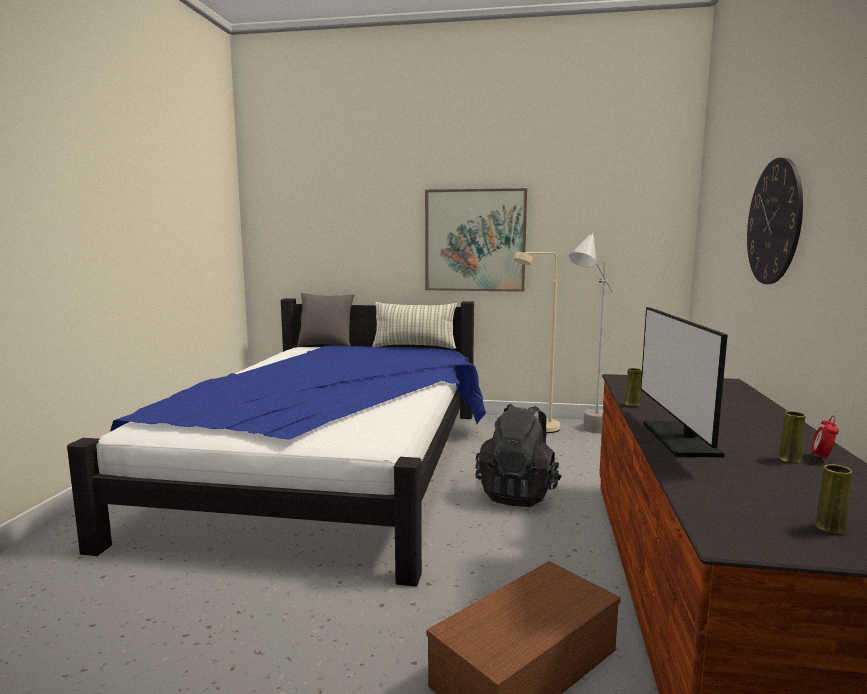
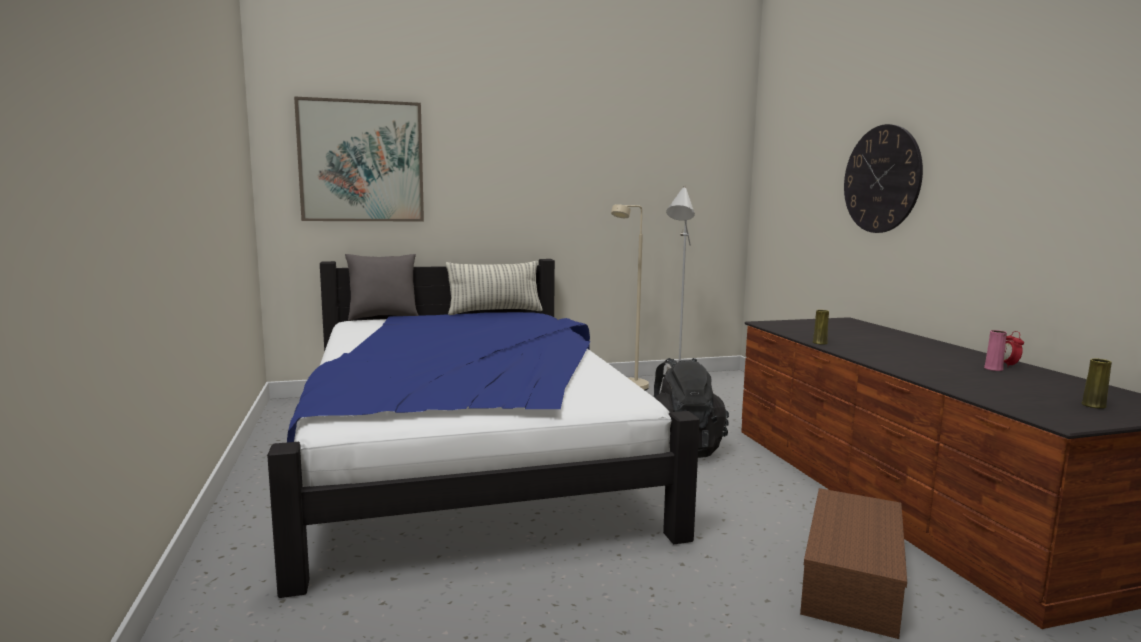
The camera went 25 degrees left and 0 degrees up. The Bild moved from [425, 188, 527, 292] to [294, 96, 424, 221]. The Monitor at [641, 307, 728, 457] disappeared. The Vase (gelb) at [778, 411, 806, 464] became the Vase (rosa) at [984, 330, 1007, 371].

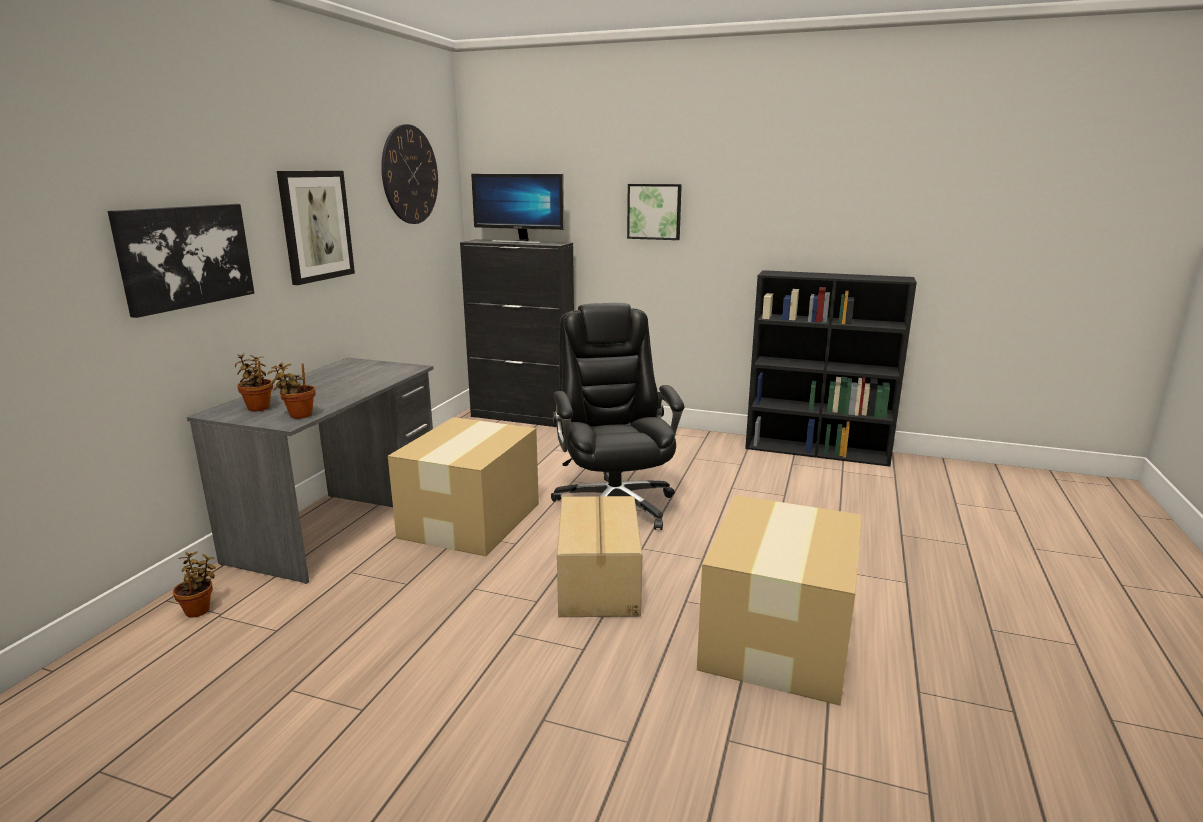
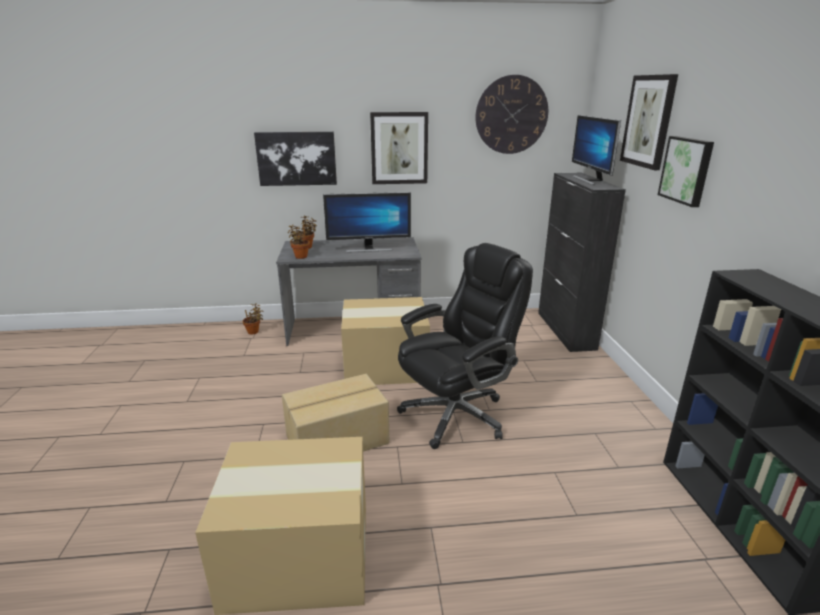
The camera went 65 degrees right and 5 degrees up. The Bild at [620, 74, 678, 170] appeared. The Monitor at [323, 192, 411, 252] appeared.

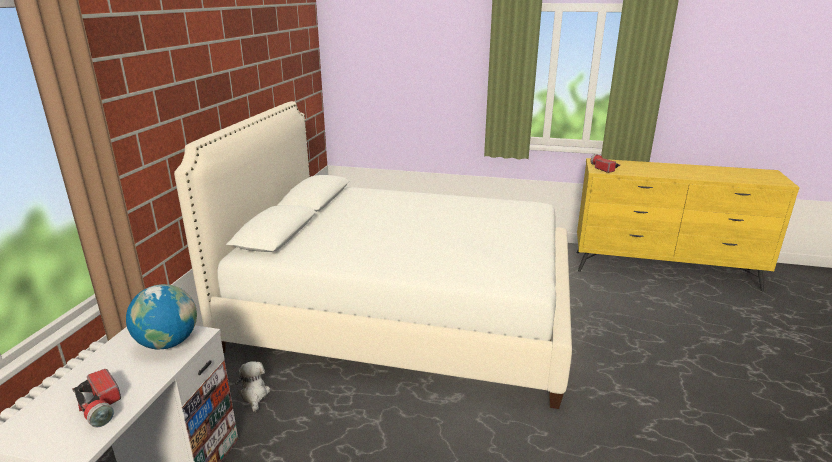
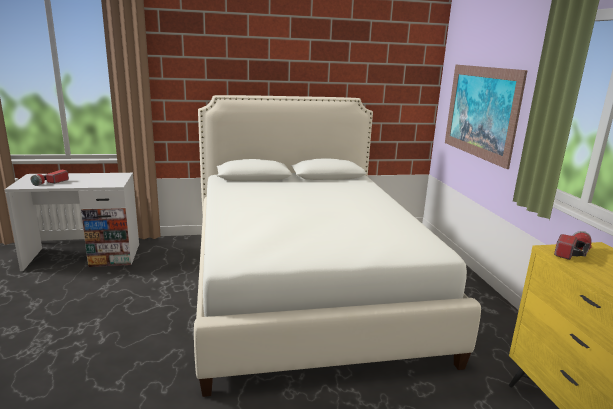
The camera went 65 degrees right and 5 degrees down. The Globus at [126, 284, 197, 350] disappeared. The Plüschtier at [235, 361, 270, 412] disappeared. The Bild at [445, 65, 528, 169] appeared.

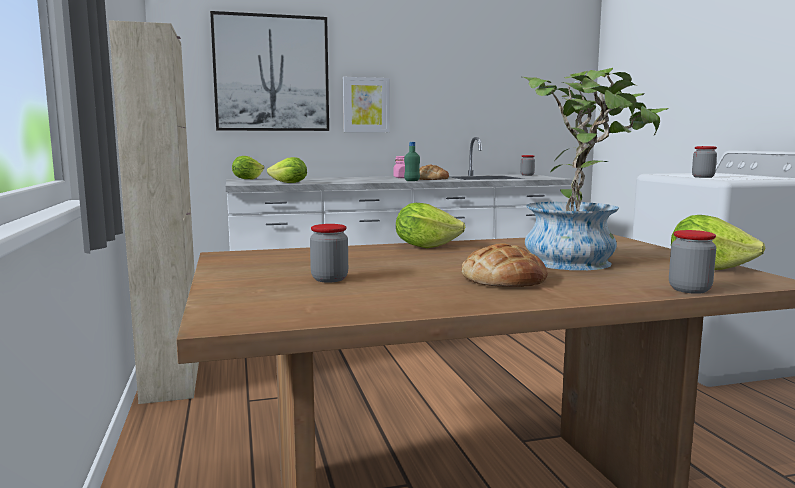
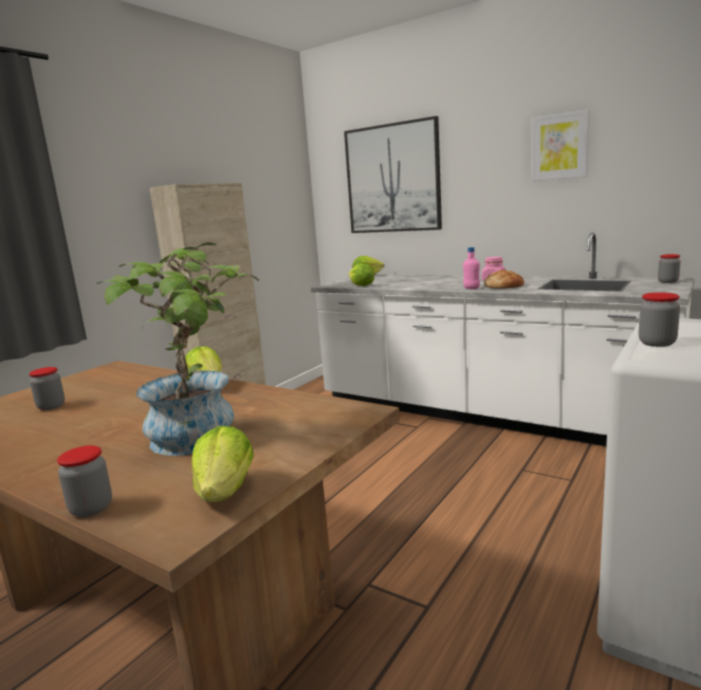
The camera went 50 degrees right and 5 degrees up. The Bild moved from [343, 77, 390, 132] to [531, 109, 589, 181]. The Flasche (grün) at [404, 142, 420, 181] became the Flasche (rosa) at [463, 247, 480, 289]. The Brot at [461, 243, 548, 287] disappeared.

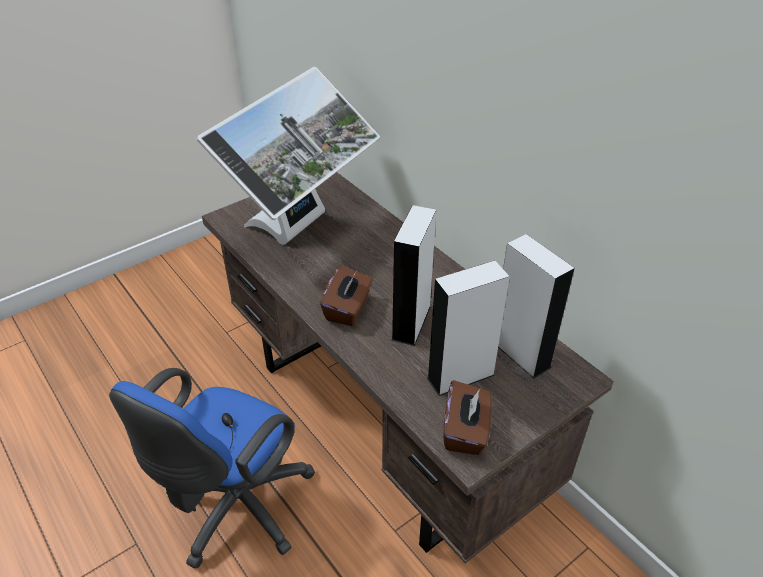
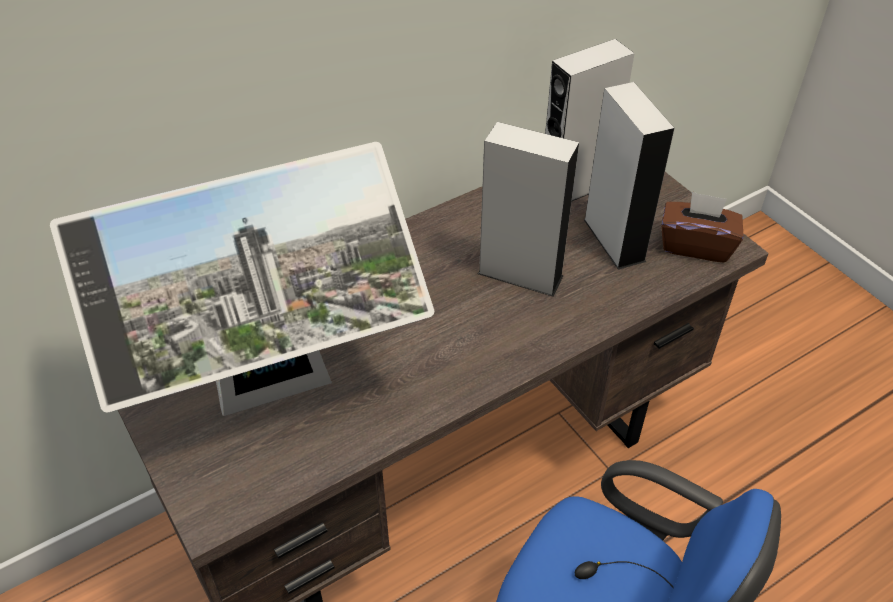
The camera went 85 degrees left and 5 degrees up. The Monitor at [197, 67, 380, 245] turned 120 degrees clockwise. The Taschentuchbox (braun) at [320, 266, 373, 326] disappeared.

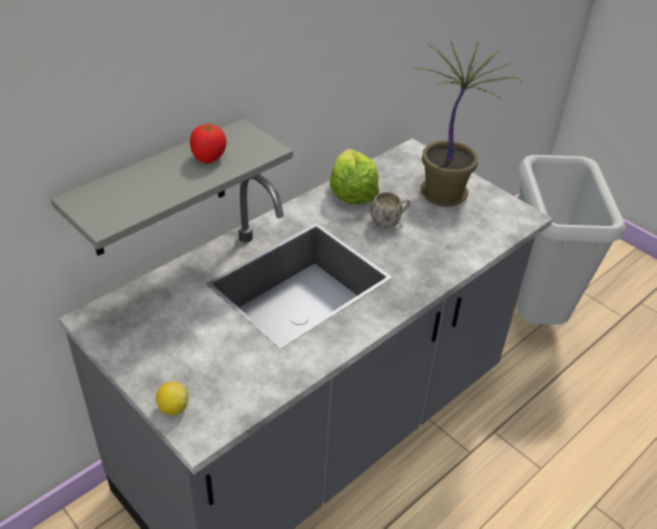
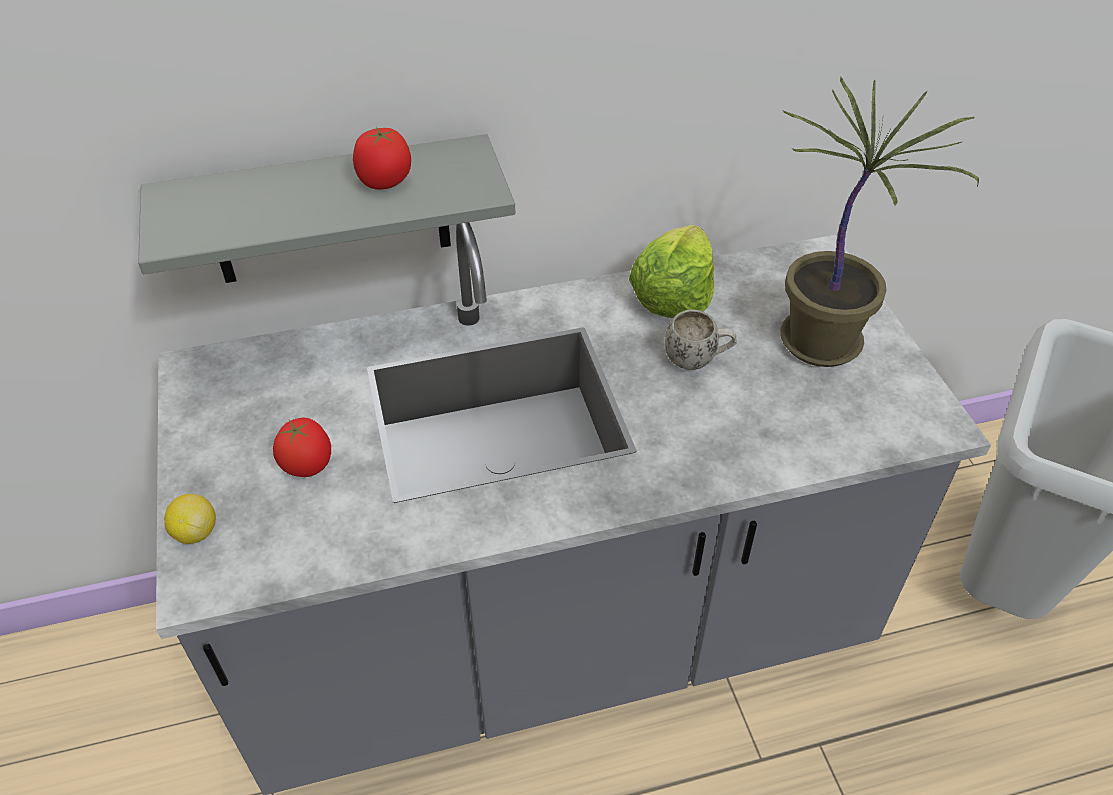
The camera went 30 degrees right and 5 degrees up. The Tomate at [273, 418, 331, 477] appeared.

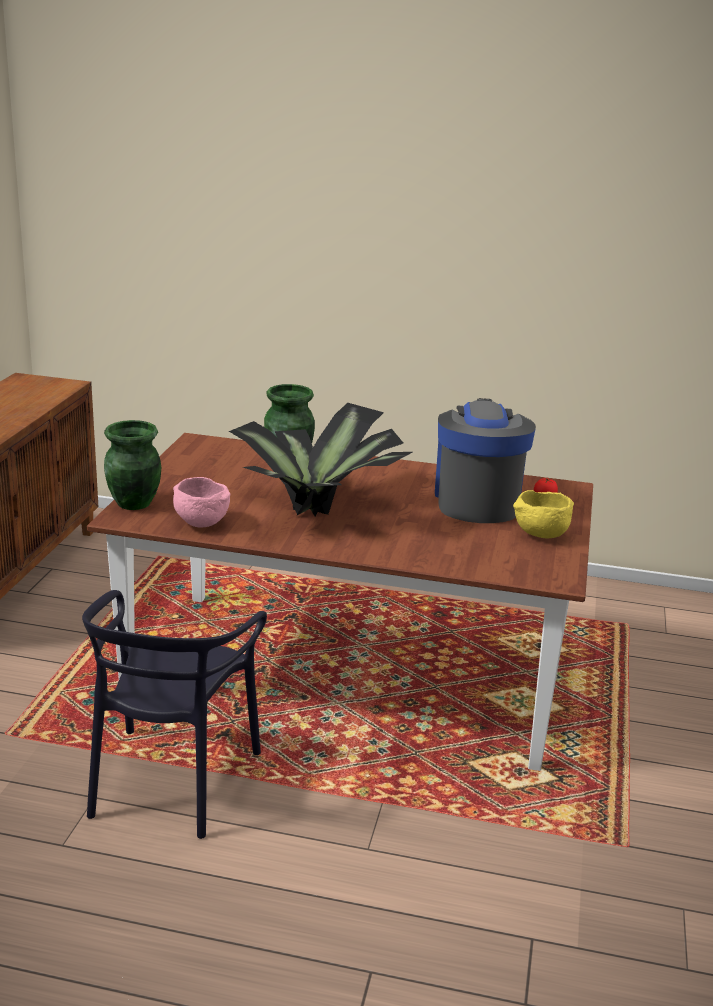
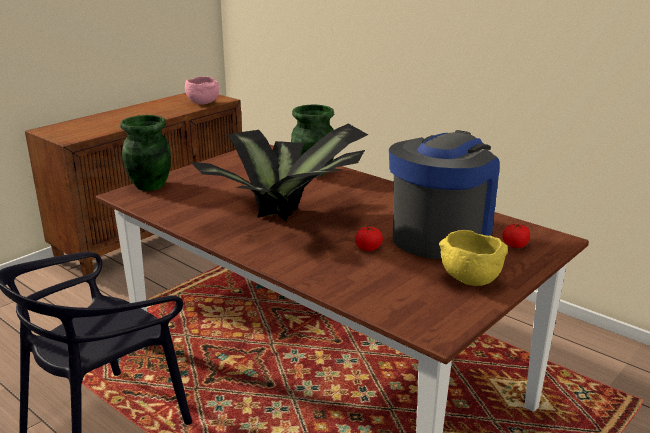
The camera went 30 degrees right and 0 degrees up. The Schüssel (rosa) moved from [173, 477, 231, 528] to [185, 77, 220, 105]. The Tomate at [355, 227, 383, 251] appeared.

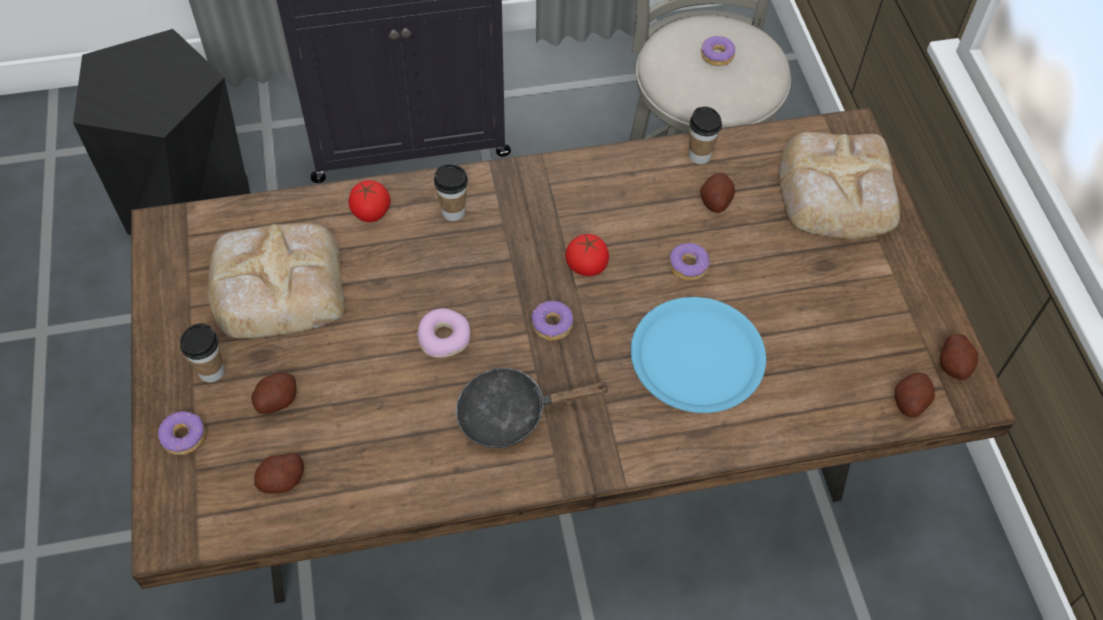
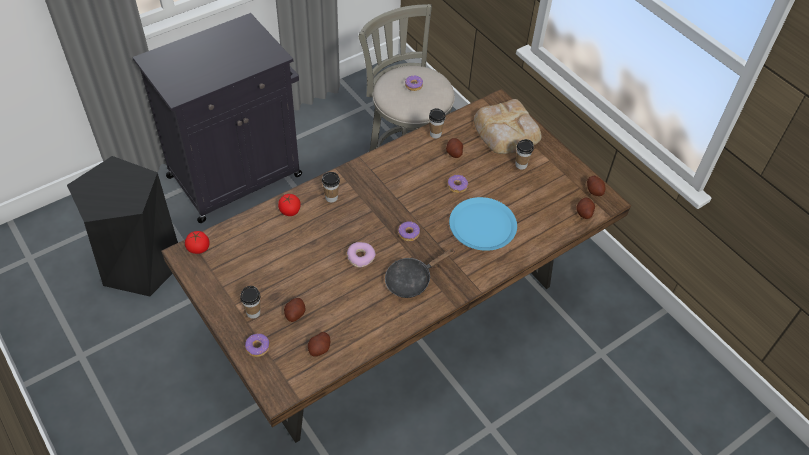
The camera went 25 degrees left and 5 degrees down. The Brot at [207, 223, 345, 339] disappeared. The Tomate moved from [565, 234, 609, 276] to [185, 231, 210, 254]. The Tasse at [515, 139, 534, 170] appeared.

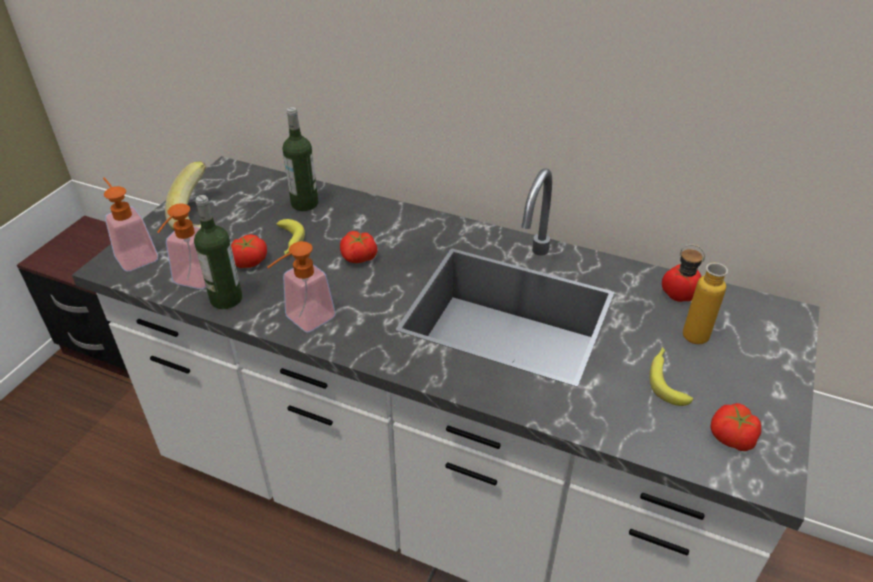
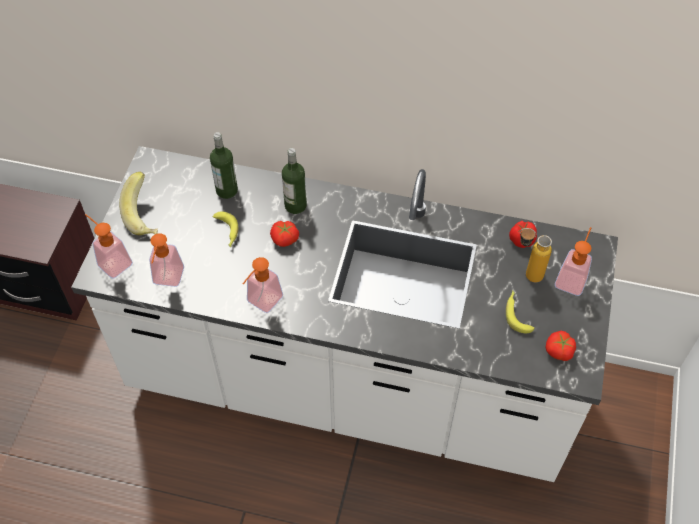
The camera went 10 degrees left and 15 degrees up. The Flasche moved from [194, 195, 242, 309] to [282, 148, 307, 214]. The Tomate at [231, 234, 267, 268] disappeared. The Seifenspender at [555, 227, 592, 296] appeared.

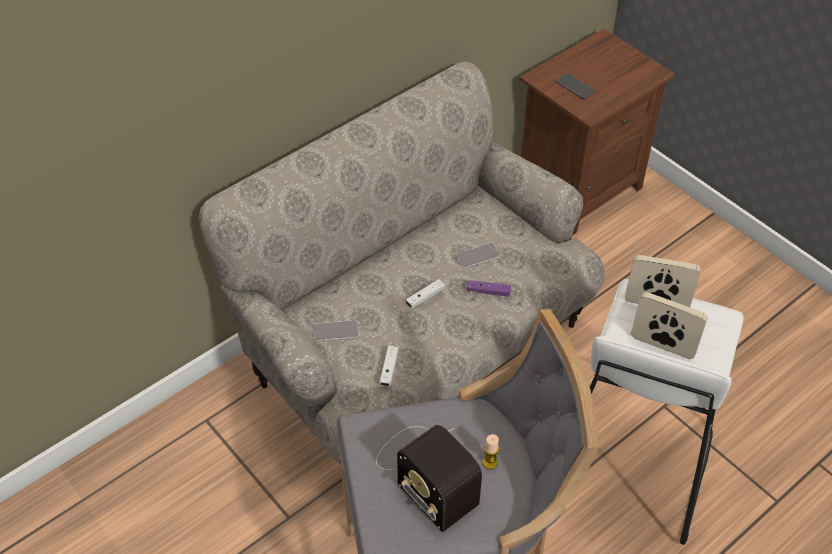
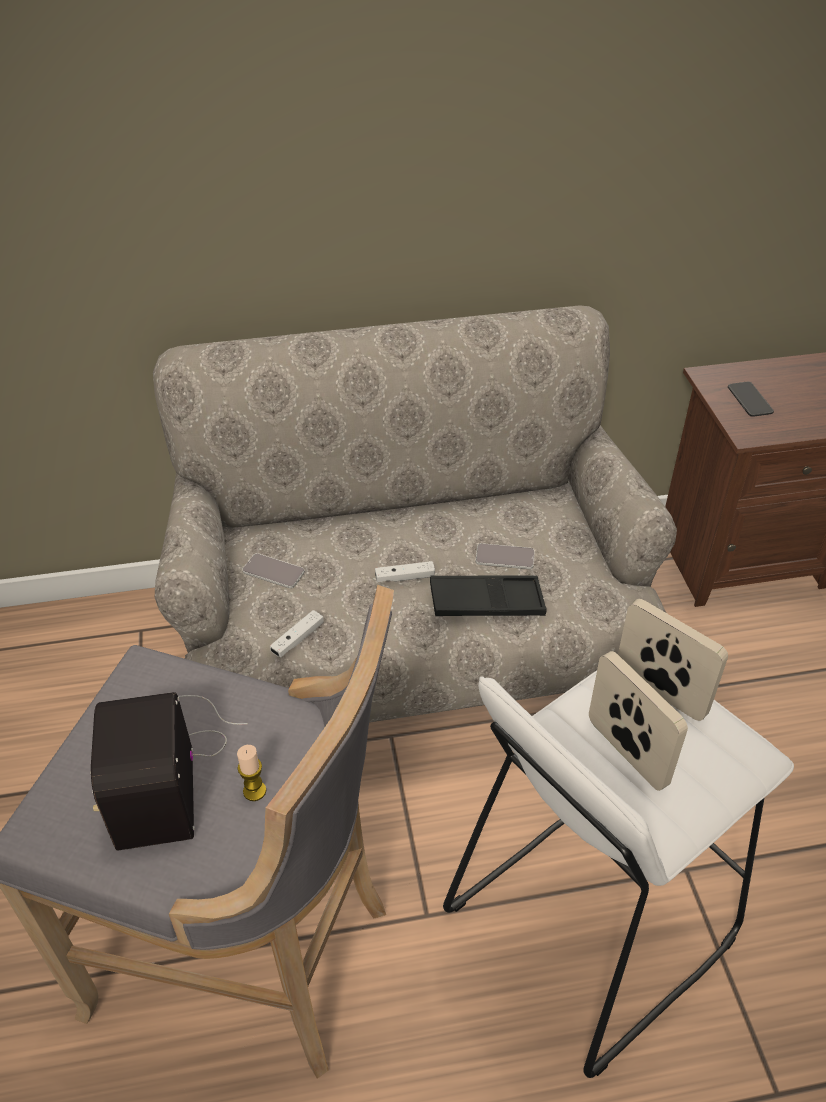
The camera went 30 degrees right and 5 degrees down. The Gamepad (lila) at [467, 280, 511, 297] was replaced by the Tablett (schwarz) at [430, 575, 547, 616].

